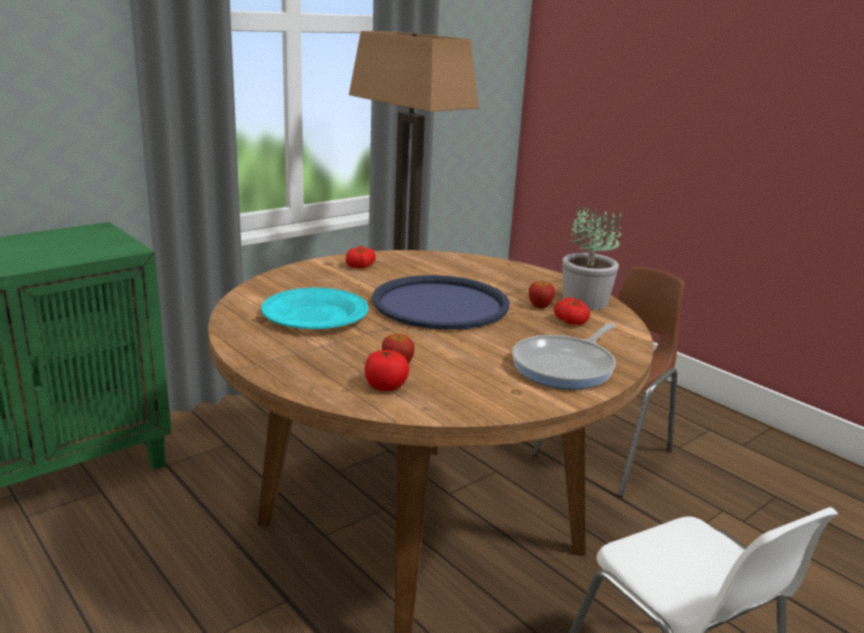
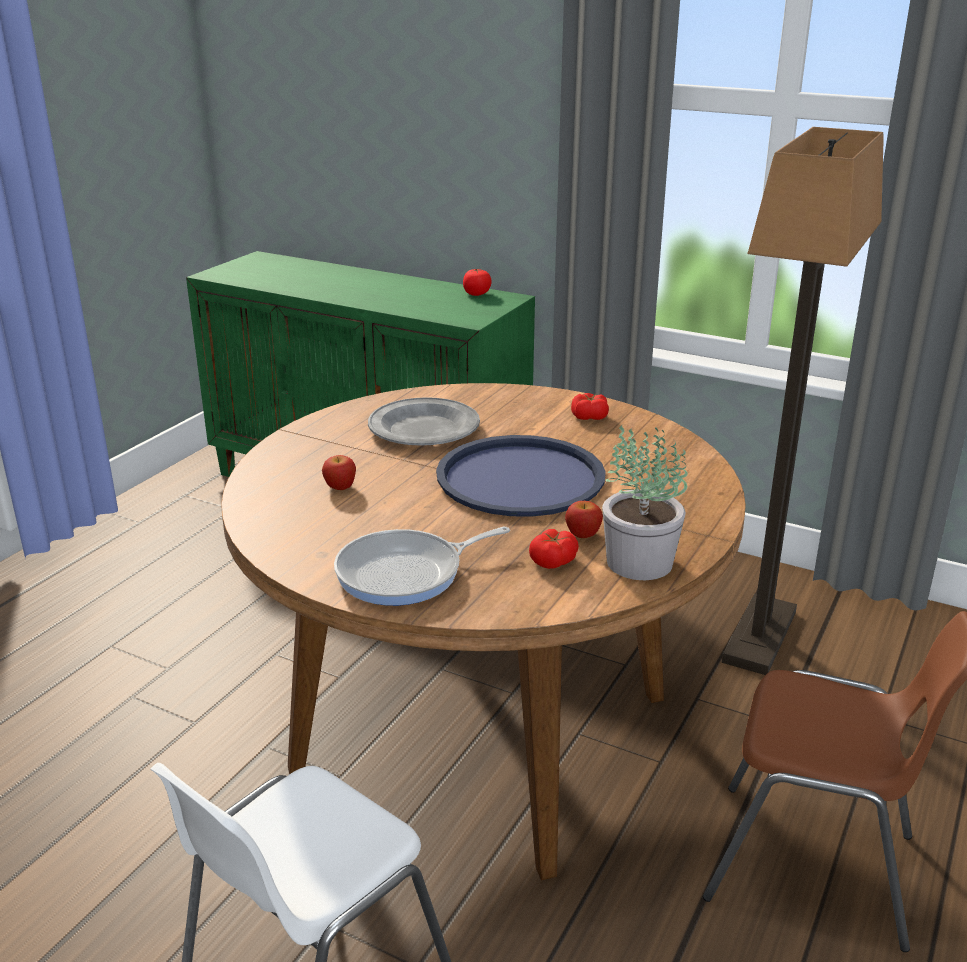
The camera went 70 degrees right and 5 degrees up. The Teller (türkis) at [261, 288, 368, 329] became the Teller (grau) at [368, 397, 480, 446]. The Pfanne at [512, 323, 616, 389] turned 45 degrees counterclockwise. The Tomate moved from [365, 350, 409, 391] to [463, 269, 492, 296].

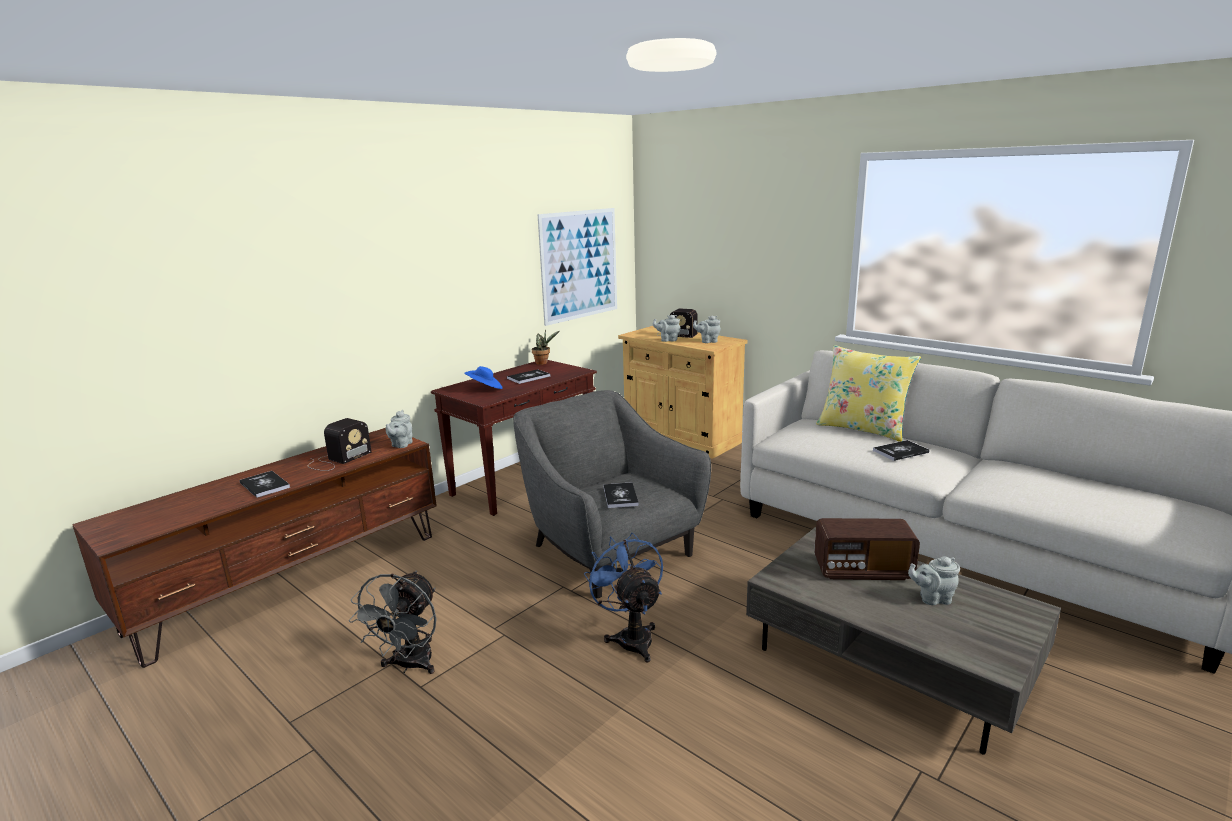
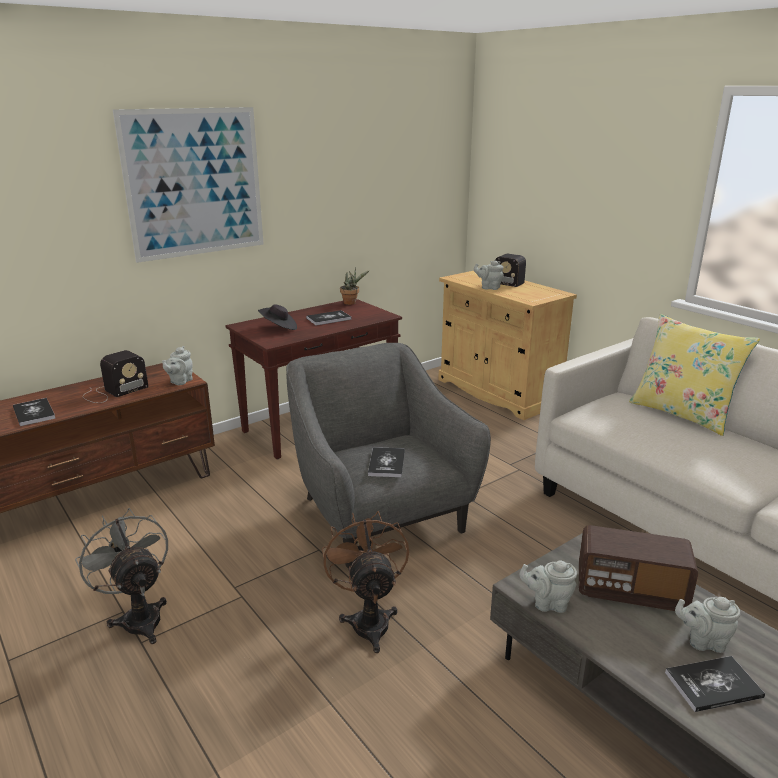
The camera went 10 degrees right and 5 degrees up. The Bild moved from [538, 208, 617, 326] to [113, 107, 264, 263]. The Teekanne (grau) moved from [693, 316, 721, 343] to [519, 561, 577, 613]. The Hut (blau) at [464, 366, 503, 389] became the Hut (schwarz) at [258, 304, 297, 330]. The Buch moved from [873, 440, 930, 461] to [665, 656, 765, 712]. The Ventilator (blau) at [584, 532, 663, 662] became the Ventilator (braun) at [322, 511, 409, 653]. The Ventilator (grau) at [349, 571, 437, 674] turned 120 degrees clockwise.

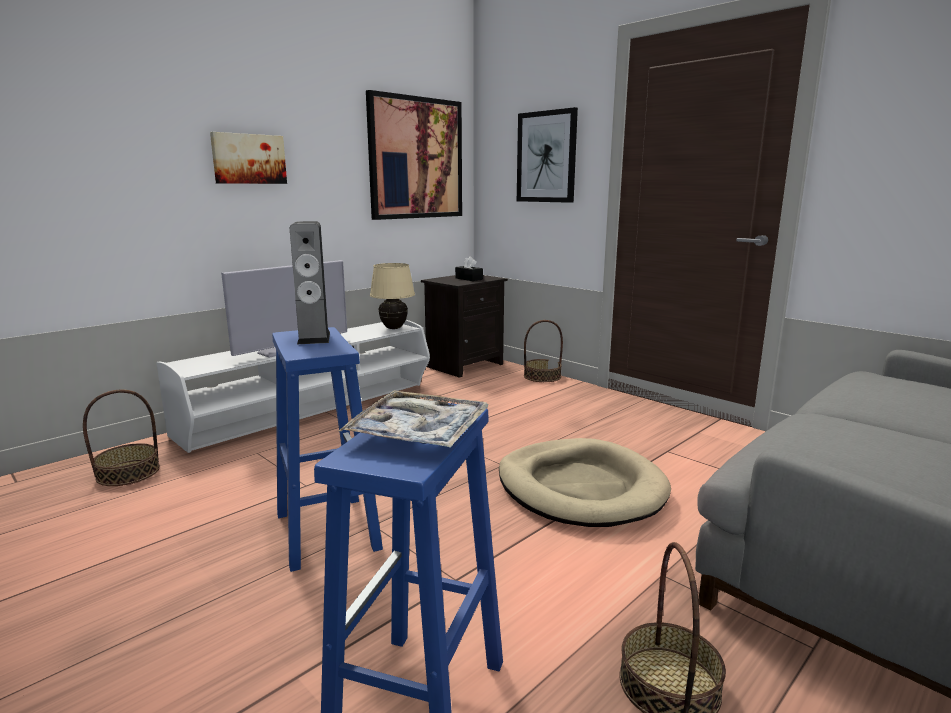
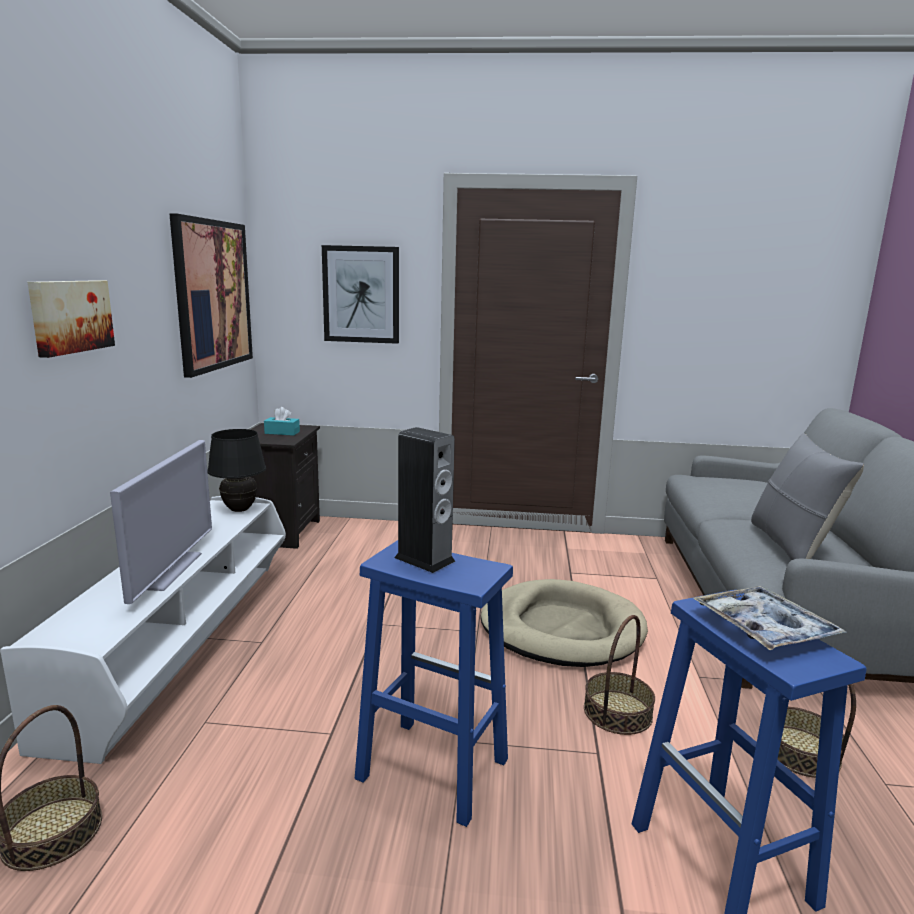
The camera went 40 degrees left and 0 degrees up. The Taschentuchbox (schwarz) at [455, 256, 483, 281] became the Taschentuchbox (türkis) at [264, 407, 300, 436]. The Tischlampe (beige) at [370, 263, 415, 329] became the Tischlampe (schwarz) at [207, 429, 266, 512]. The Korb moved from [524, 320, 563, 382] to [584, 615, 655, 735]. The Kissen (grau) at [751, 433, 864, 561] appeared.

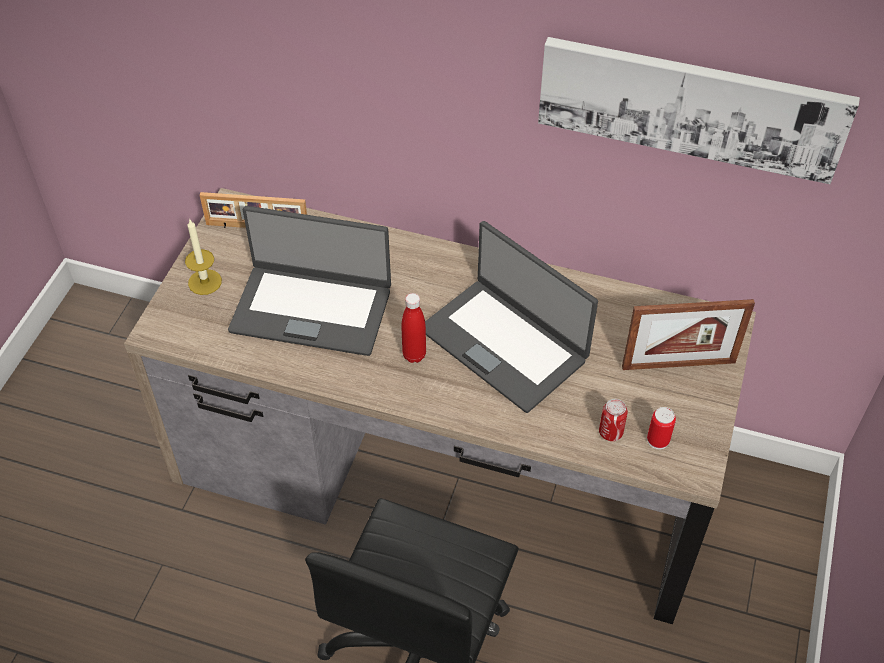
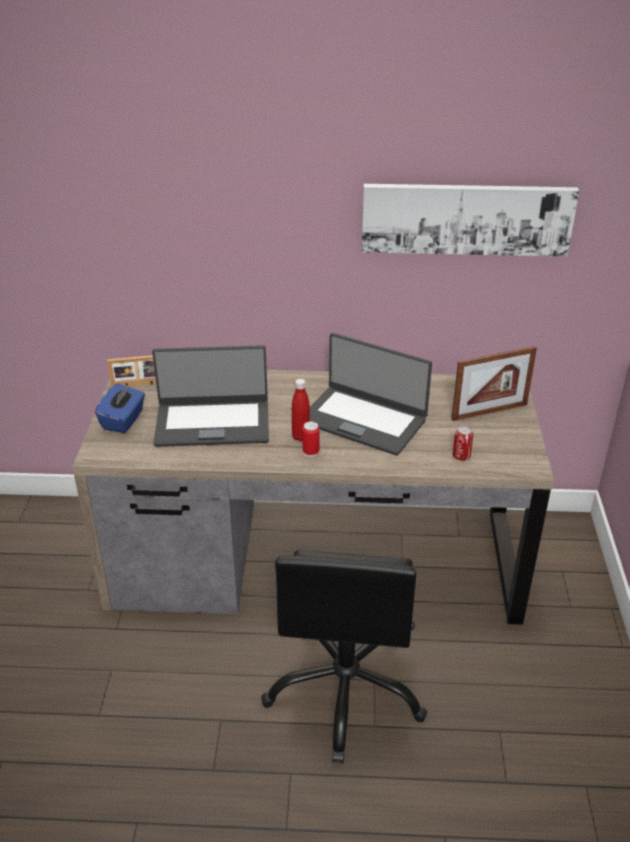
The camera went 15 degrees left and 15 degrees down. The Kerze at [185, 220, 222, 295] was replaced by the Taschentuchbox (blau) at [95, 383, 145, 433]. The Dose moved from [647, 407, 676, 450] to [302, 421, 320, 457].

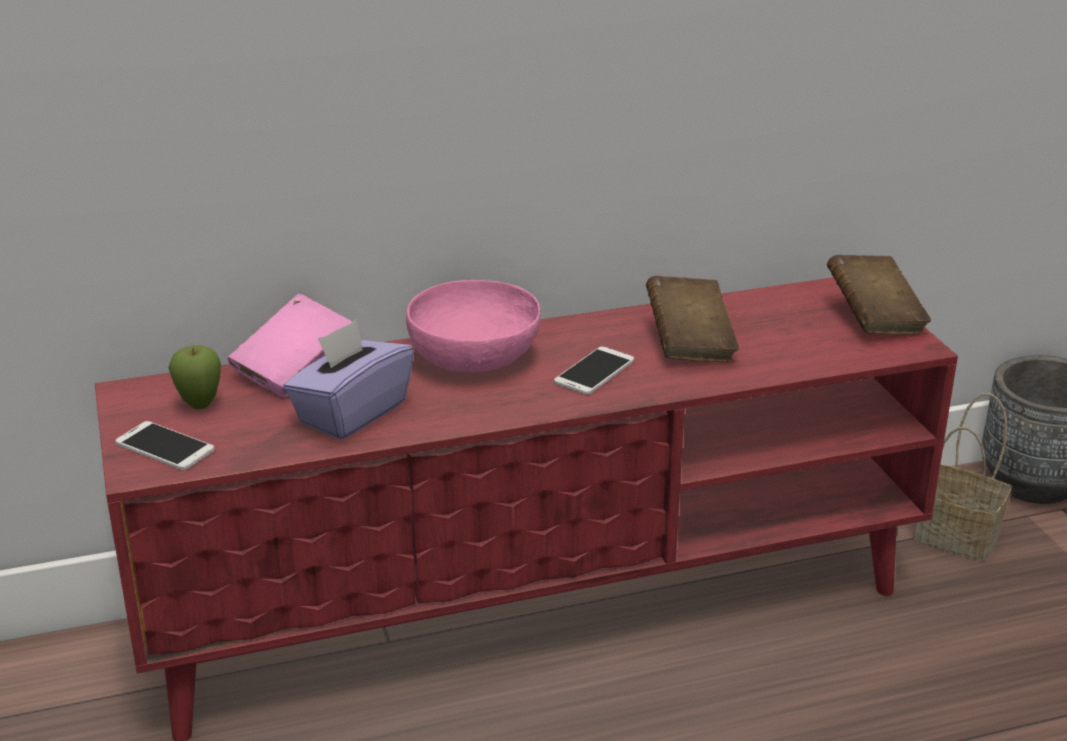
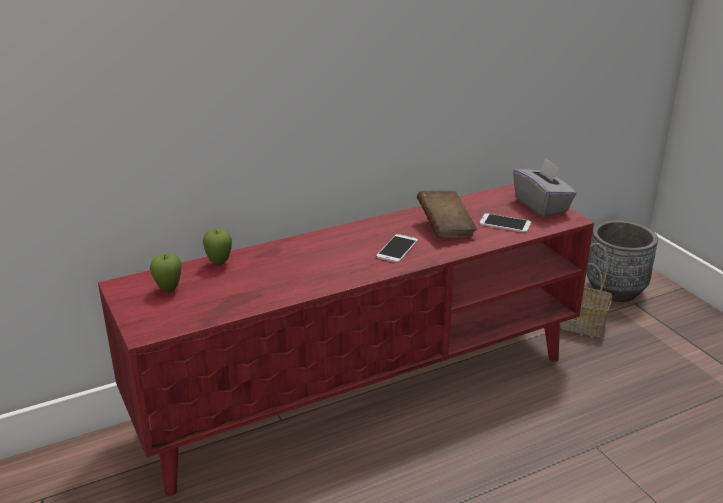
The camera went 10 degrees left and 0 degrees up. The Buch (braun) at [827, 255, 931, 334] was replaced by the Taschentuchbox (grau) at [513, 158, 577, 217]. The Schüssel (rosa) at [406, 280, 541, 373] disappeared. The Buch (rosa) at [228, 294, 352, 397] was replaced by the Apfel at [203, 229, 232, 266]. The Taschentuchbox (lila) at [283, 320, 414, 440] disappeared. The Handy moved from [116, 421, 215, 470] to [479, 213, 531, 233].

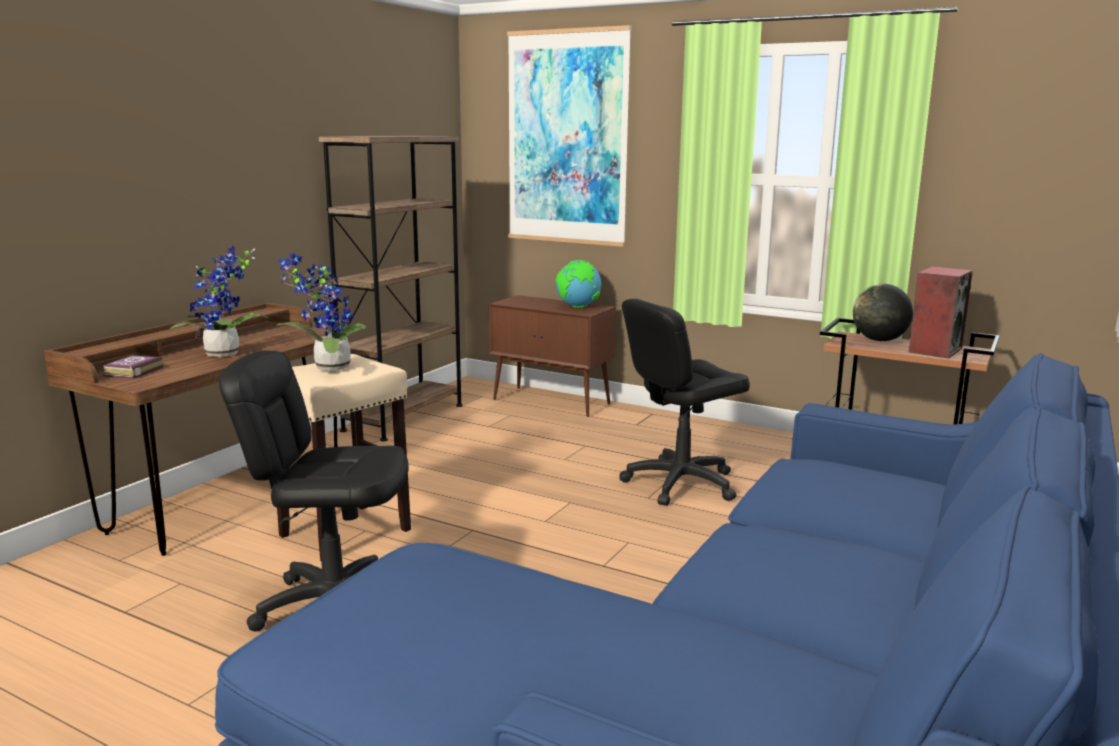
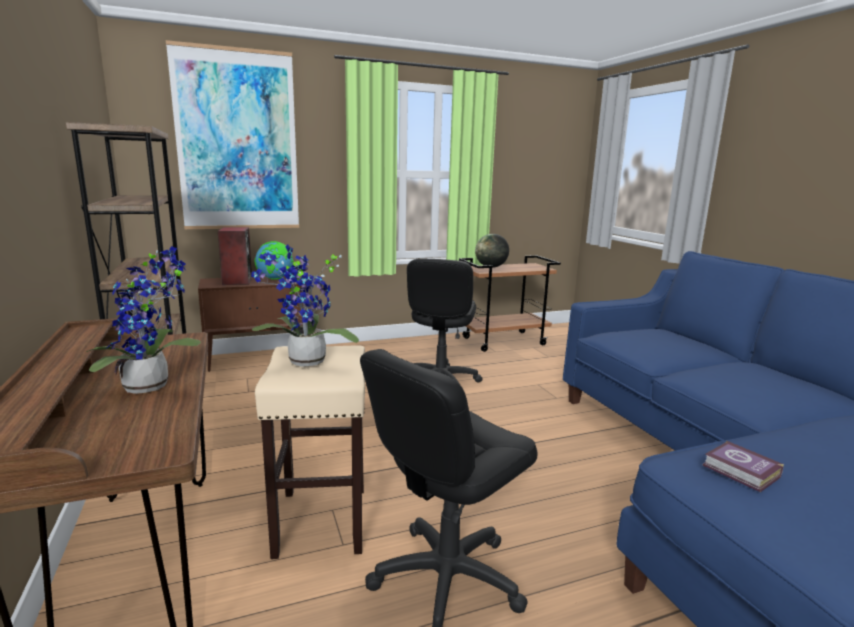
The camera went 50 degrees left and 0 degrees up. The Lautsprecher moved from [909, 266, 973, 359] to [218, 227, 252, 285]. The Buch moved from [103, 355, 163, 379] to [703, 441, 784, 492].

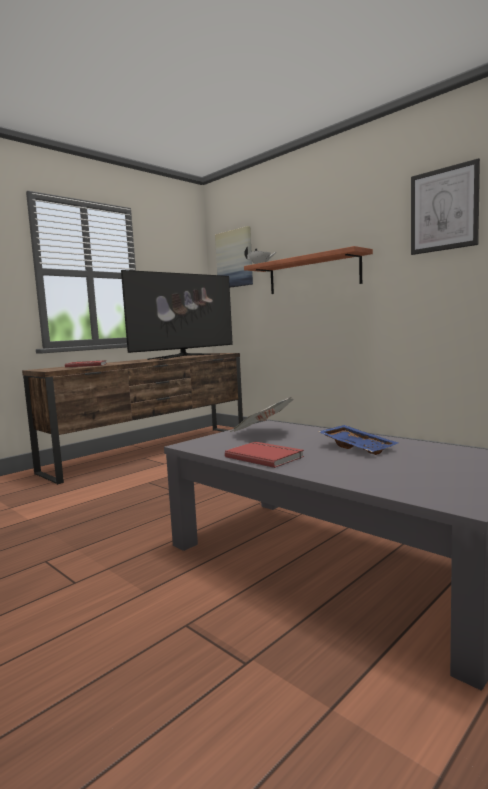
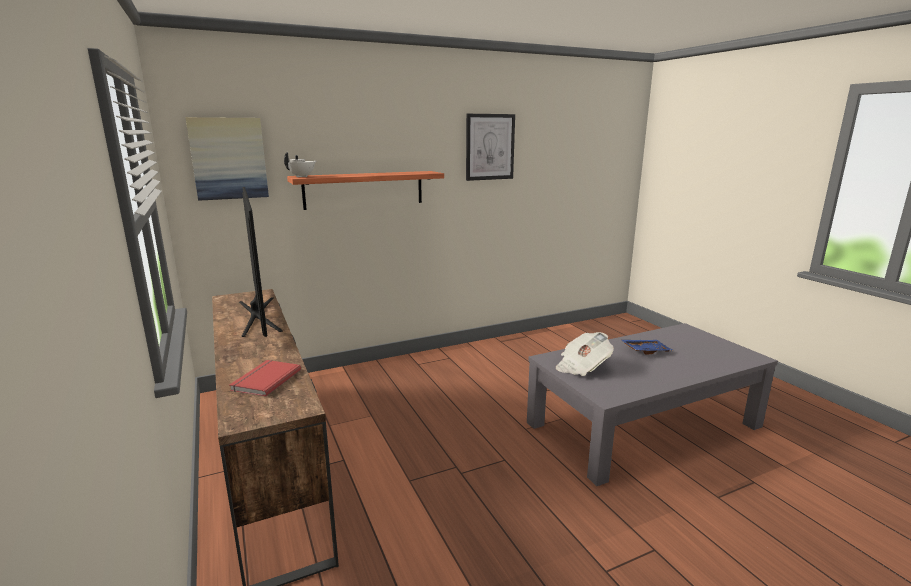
The camera went 70 degrees left and 10 degrees up. The Buch (rot) at [225, 442, 304, 468] disappeared.

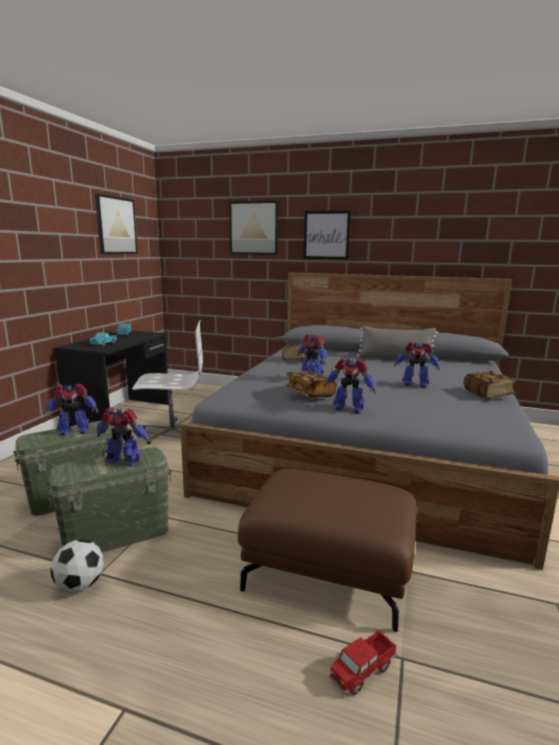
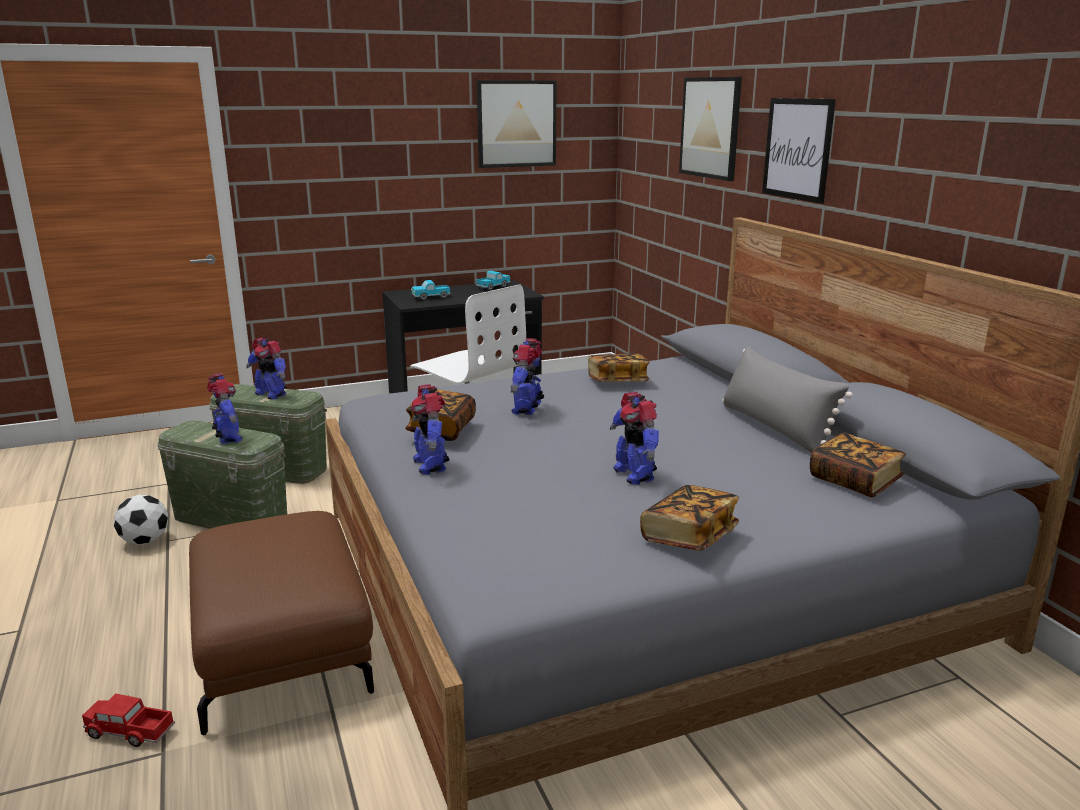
The camera went 50 degrees right and 5 degrees up. The Buch at [810, 433, 906, 497] appeared.

